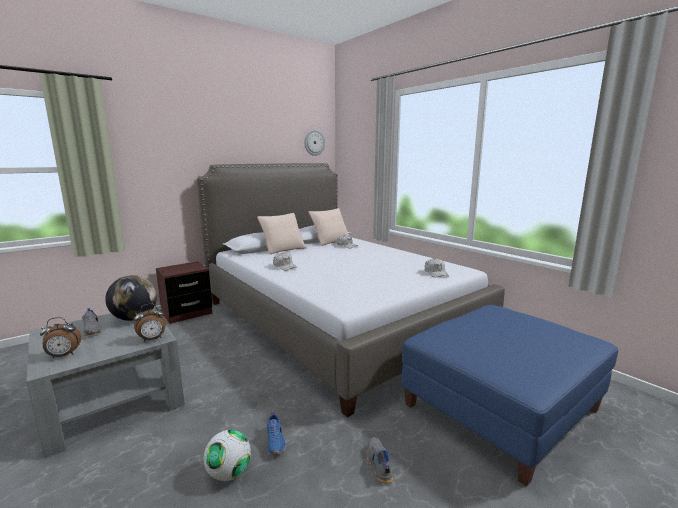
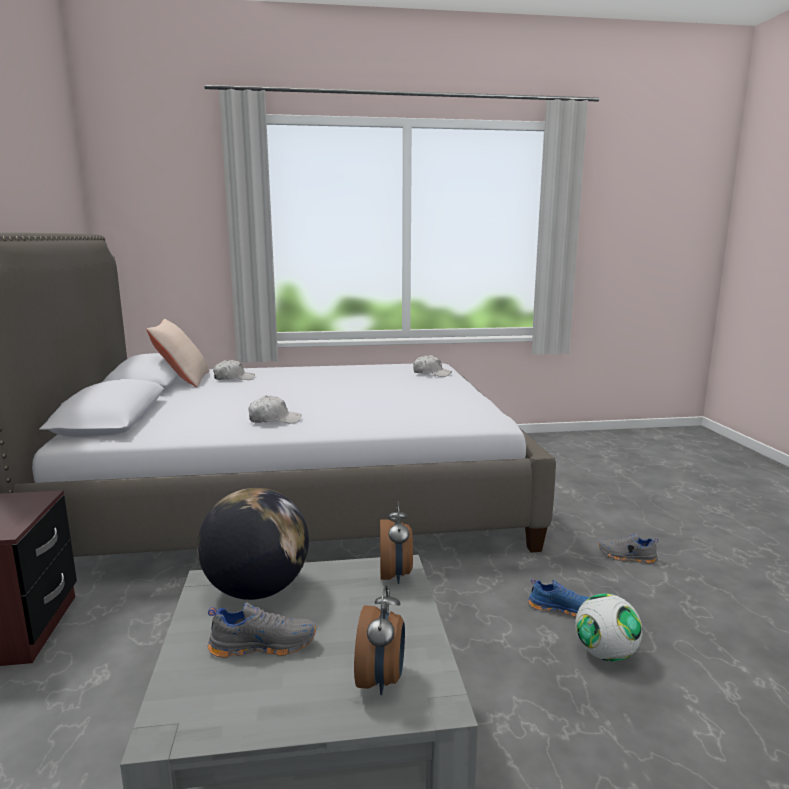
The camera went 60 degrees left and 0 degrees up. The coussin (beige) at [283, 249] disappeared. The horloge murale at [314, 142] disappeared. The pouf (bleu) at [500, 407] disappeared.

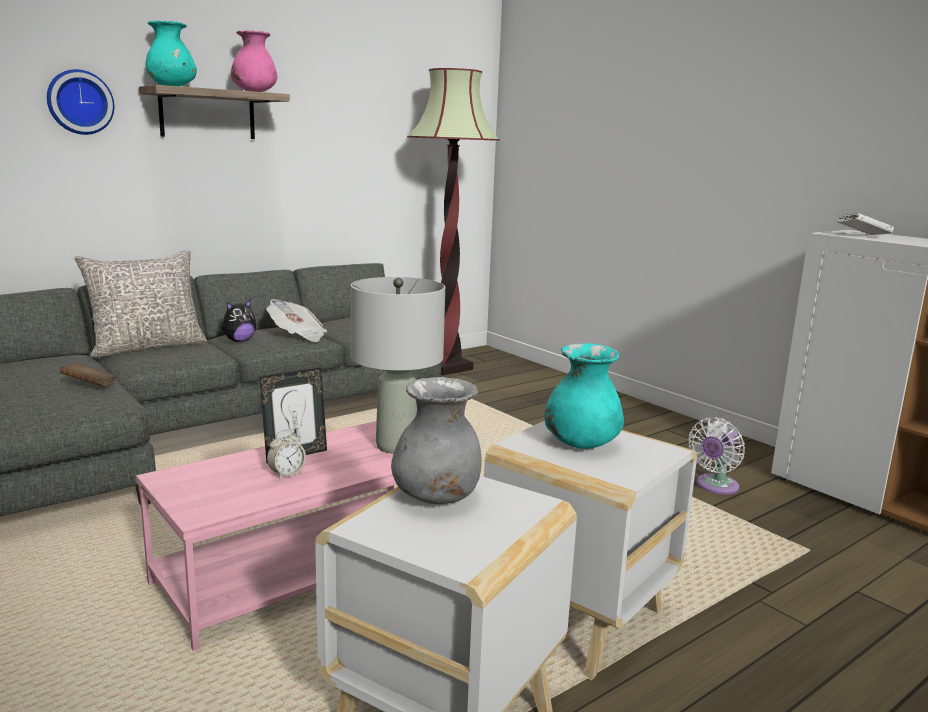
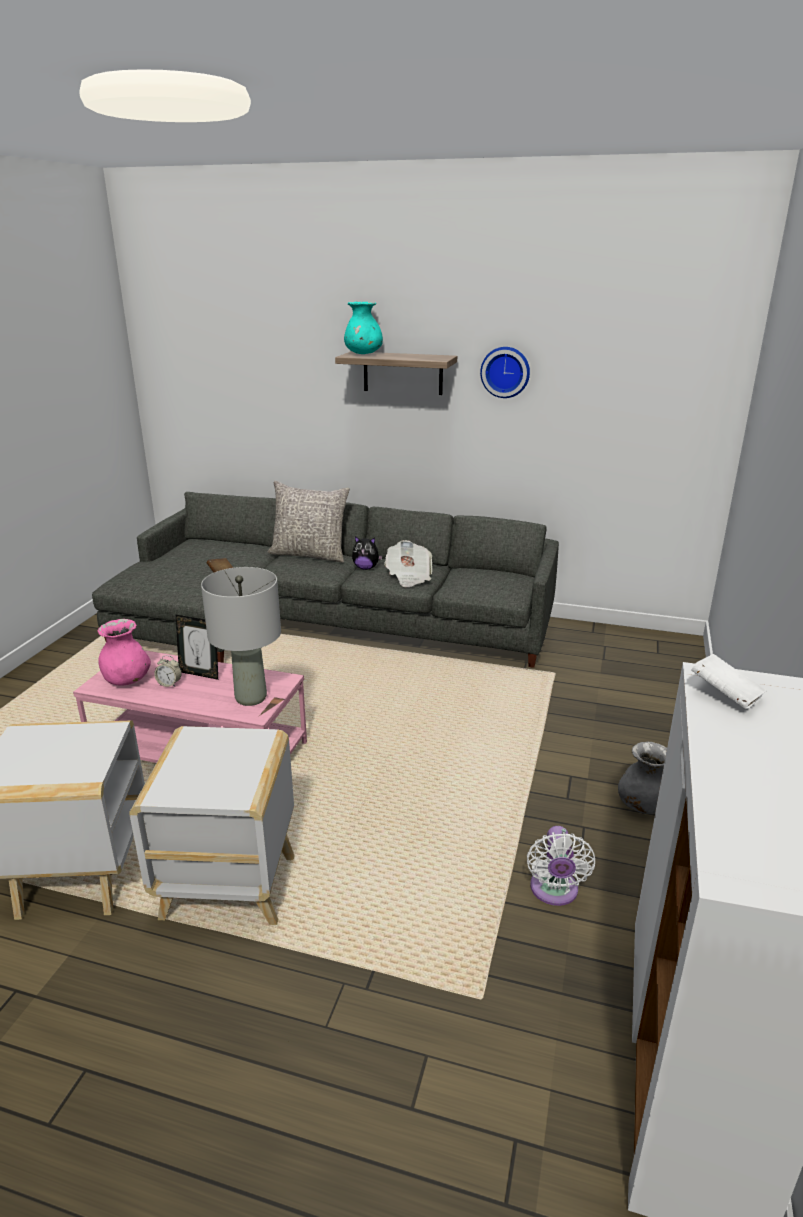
The camera went 55 degrees right and 10 degrees up. The lampadaire at [446, 367] disappeared. The vase (turquoise) at [581, 444] disappeared. The horloge murale moved from [79, 102] to [505, 372]. The vase (rose) moved from [254, 92] to [127, 680]. The vase (gris) moved from [436, 498] to [642, 806]. The ventilateur (blanc) at [715, 486] turned 90 degrees counterclockwise.

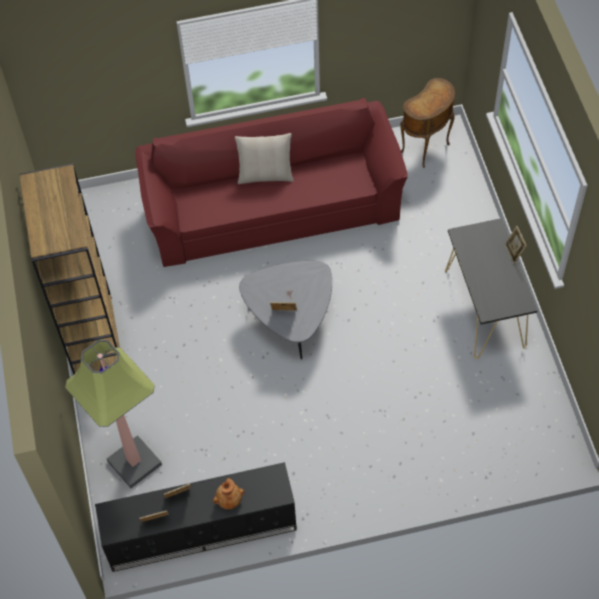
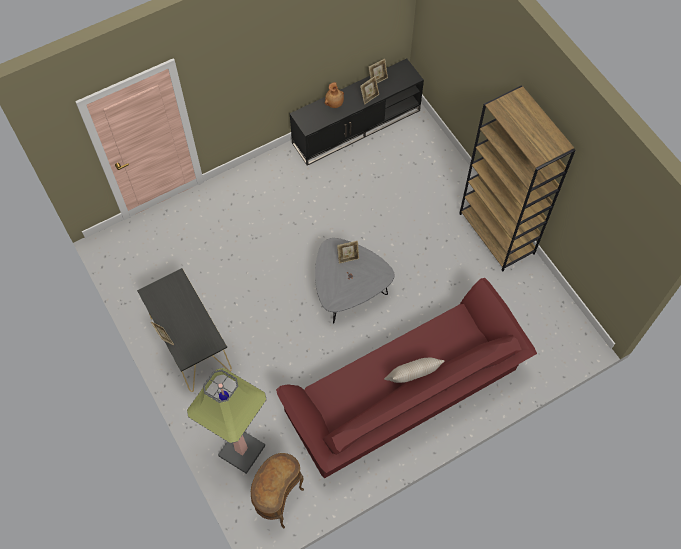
The camera went 160 degrees right and 5 degrees up. The lampadaire moved from [133, 463] to [242, 450].

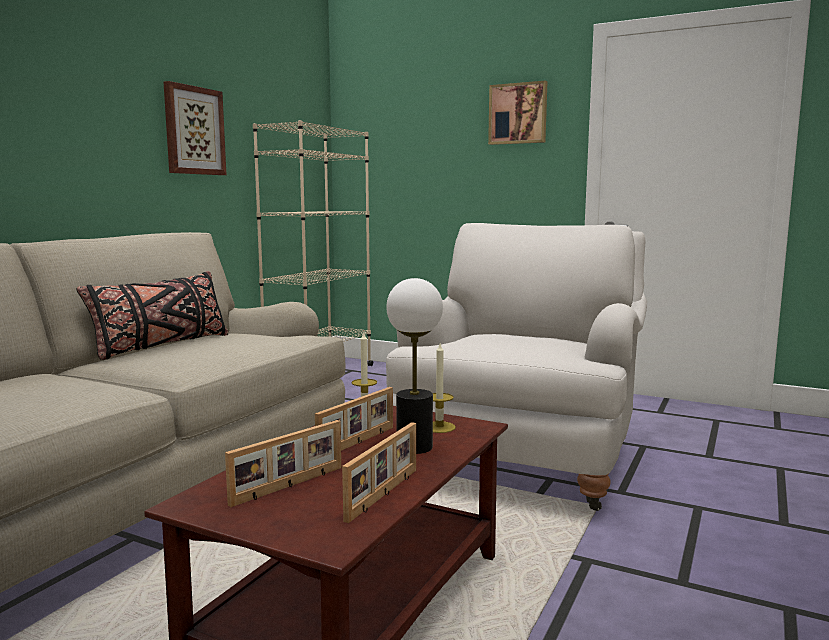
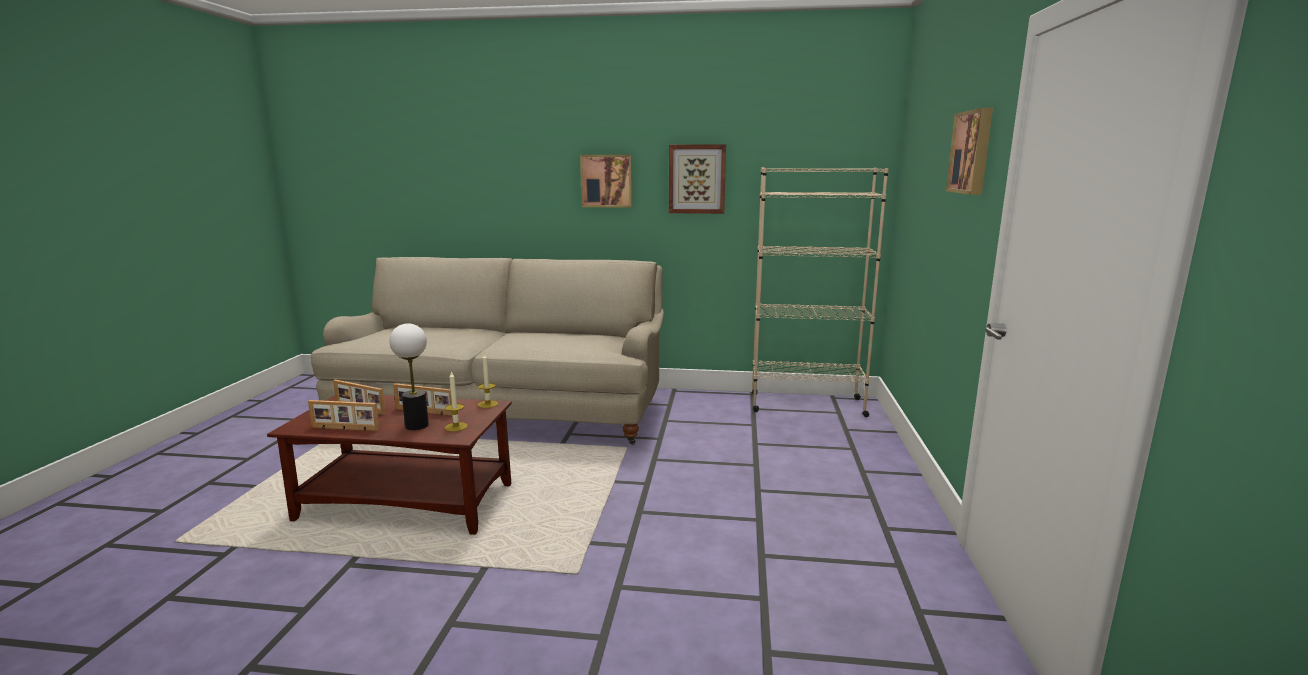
The camera went 70 degrees right and 5 degrees up. The coussin (noir) at [161, 346] disappeared. The fauteuil (blanc) at [523, 457] disappeared. The tableau at [607, 181] appeared.

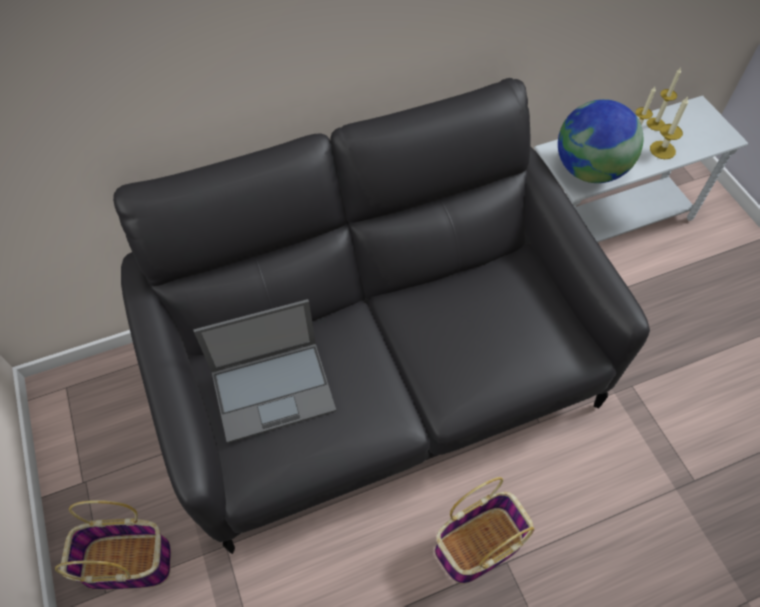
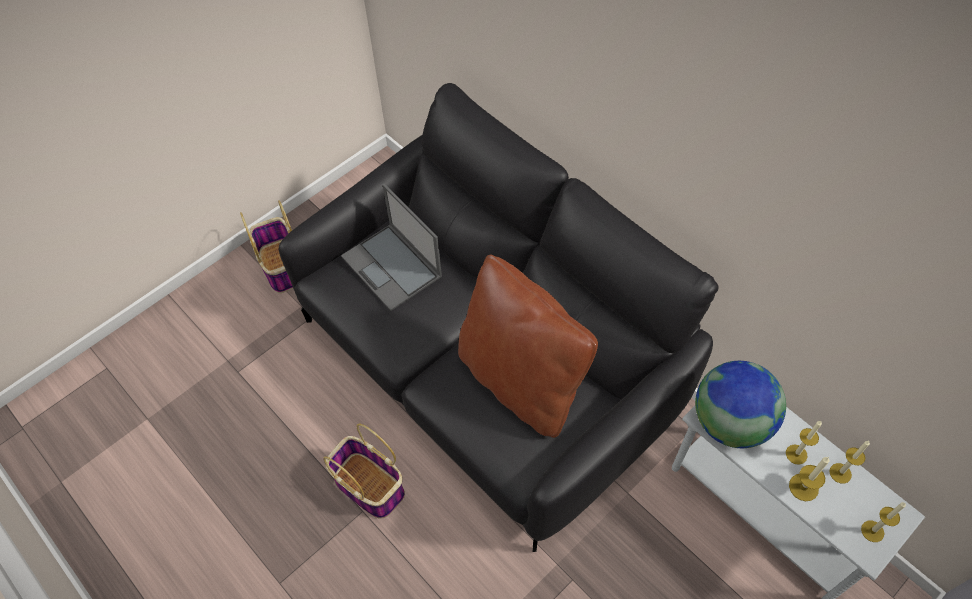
The camera went 70 degrees right and 0 degrees up. The coussin (marron) at [521, 380] appeared. The bougie at [872, 531] appeared.

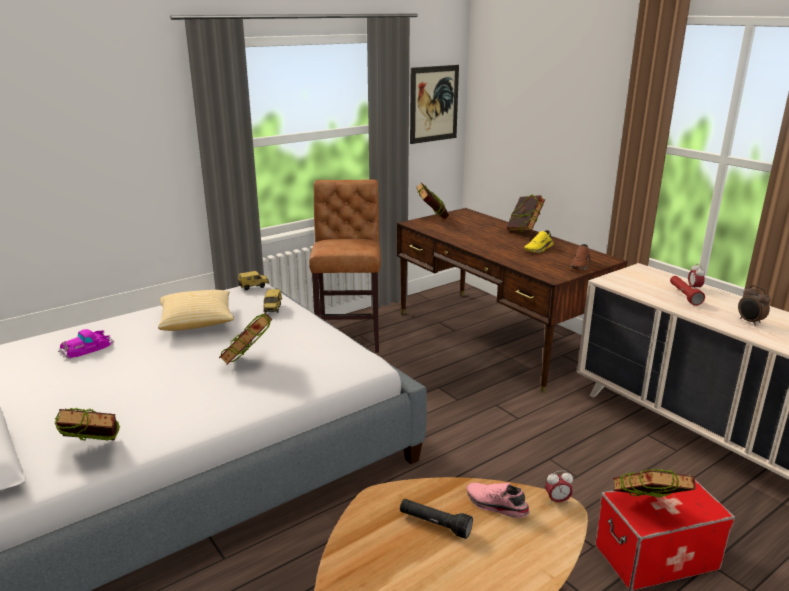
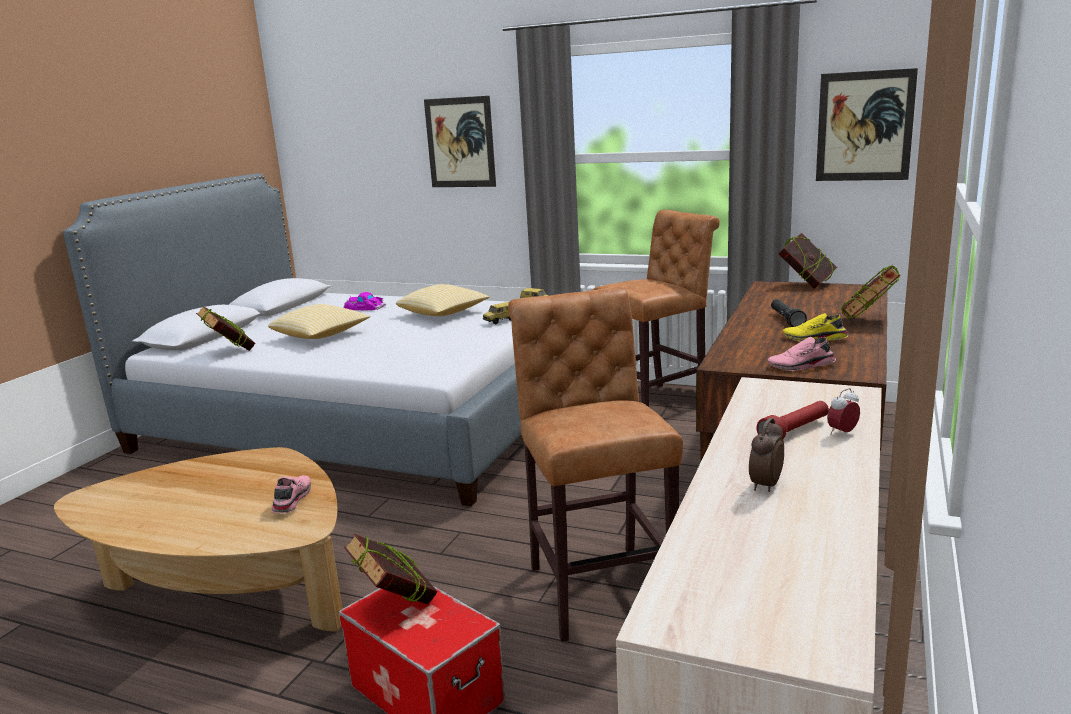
The camera went 60 degrees right and 5 degrees down. The livre at [248, 362] disappeared. The réveil at [557, 501] disappeared. The coussin at [321, 336] appeared. The tableau at [460, 142] appeared. The tabouret (marron) at [598, 586] appeared. The lampe de poche (noir) moved from [434, 524] to [786, 320]. The chaussure (marron) at [581, 265] became the chaussure (rose) at [801, 366].

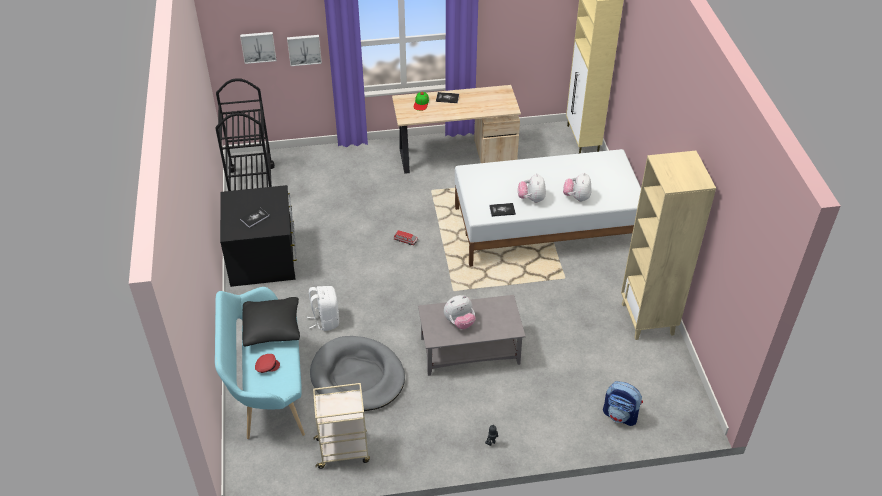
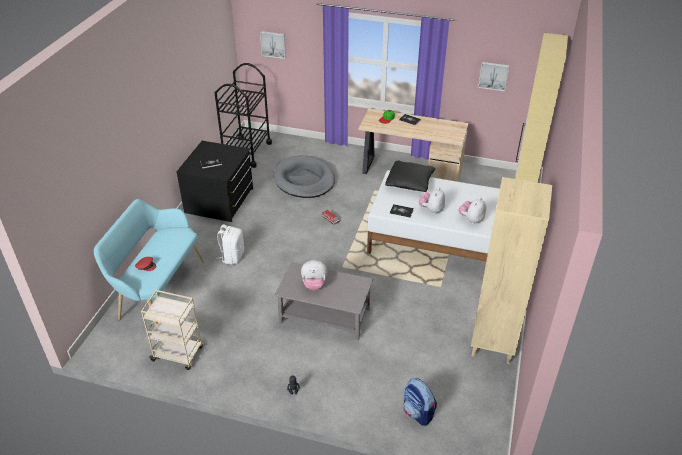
The camera went 25 degrees right and 5 degrees down. The coussin (noir) moved from [272, 328] to [409, 182]. The tableau moved from [304, 49] to [493, 75]. The panier pour chien (gris) moved from [357, 376] to [304, 180].

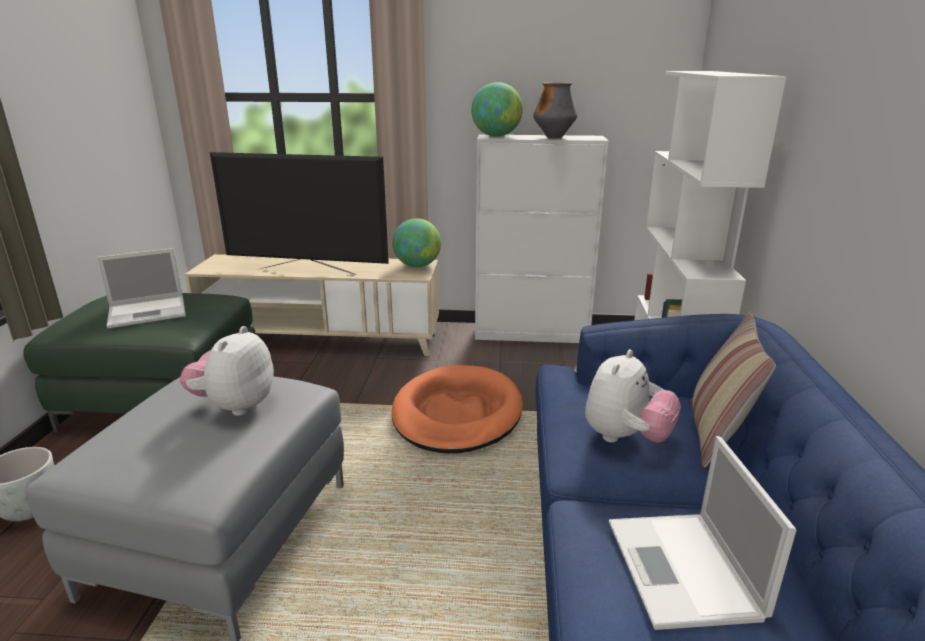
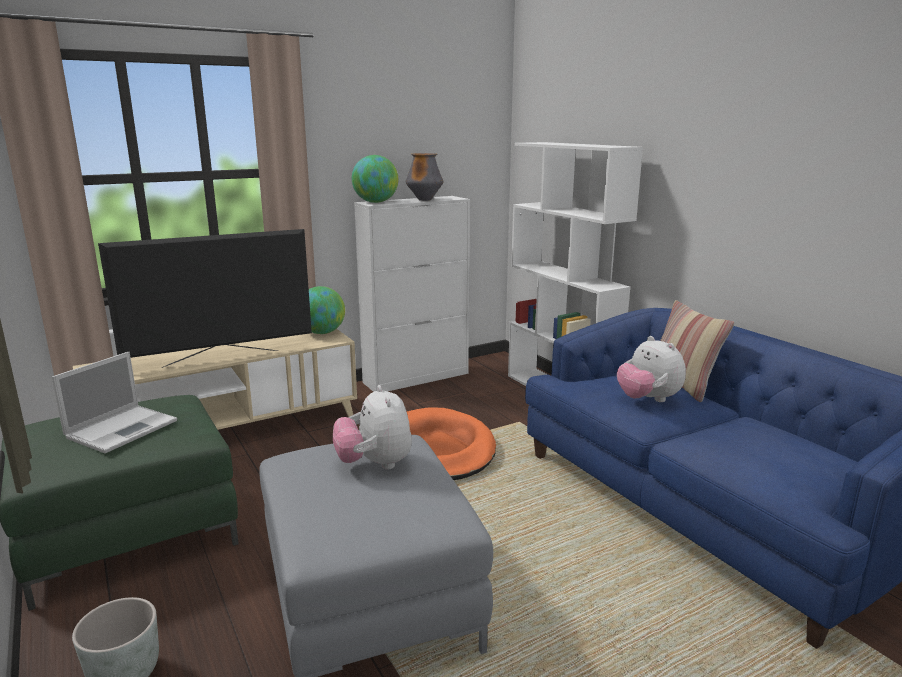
The camera went 35 degrees left and 5 degrees down. The ordinateur portable at [684, 571] disappeared. The peluche at [625, 438] turned 150 degrees clockwise.

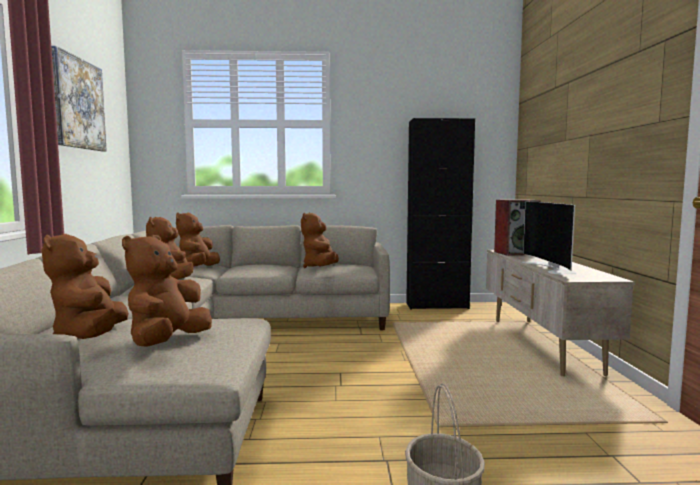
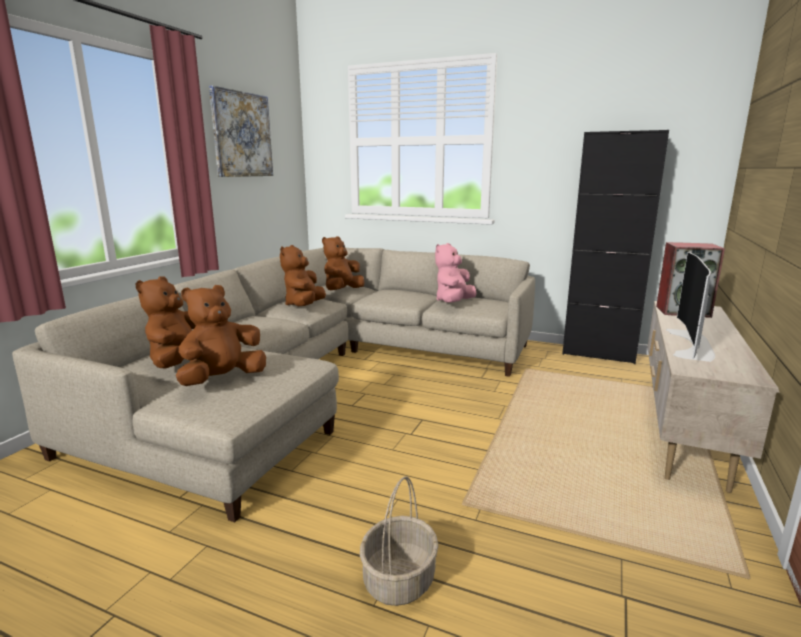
The camera went 25 degrees right and 10 degrees up. The peluche (marron) at [321, 268] became the peluche (rose) at [454, 302].

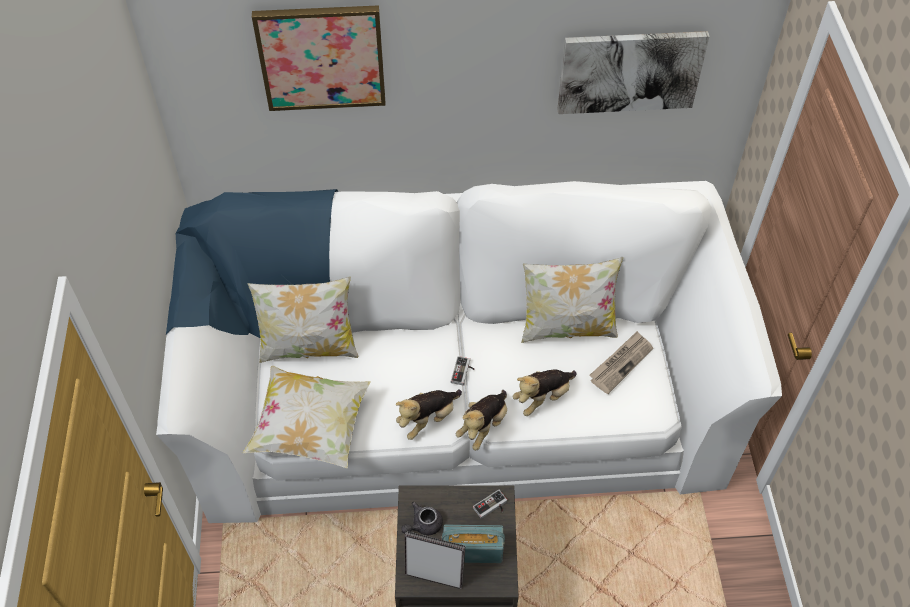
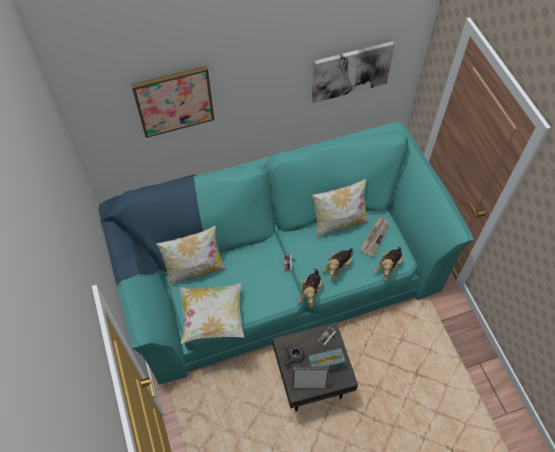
The camera went 15 degrees left and 5 degrees up. The peluche moved from [428, 419] to [388, 267]. The canapé (blanc) at [457, 398] became the canapé (turquoise) at [279, 274].

